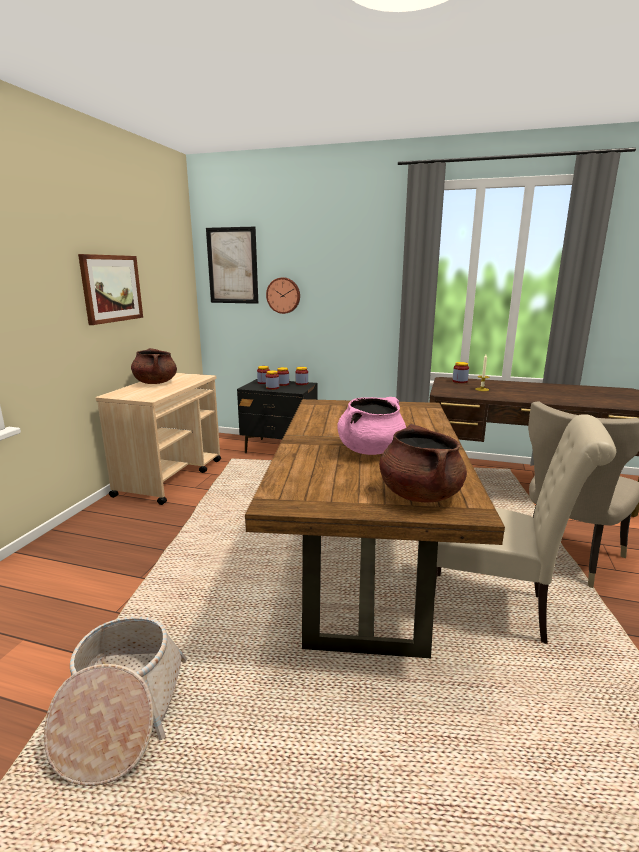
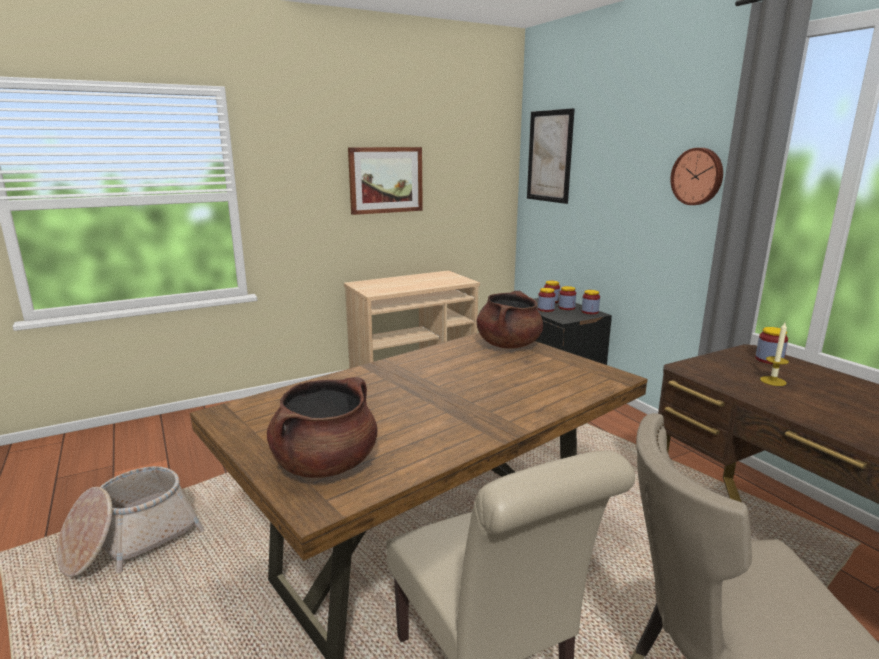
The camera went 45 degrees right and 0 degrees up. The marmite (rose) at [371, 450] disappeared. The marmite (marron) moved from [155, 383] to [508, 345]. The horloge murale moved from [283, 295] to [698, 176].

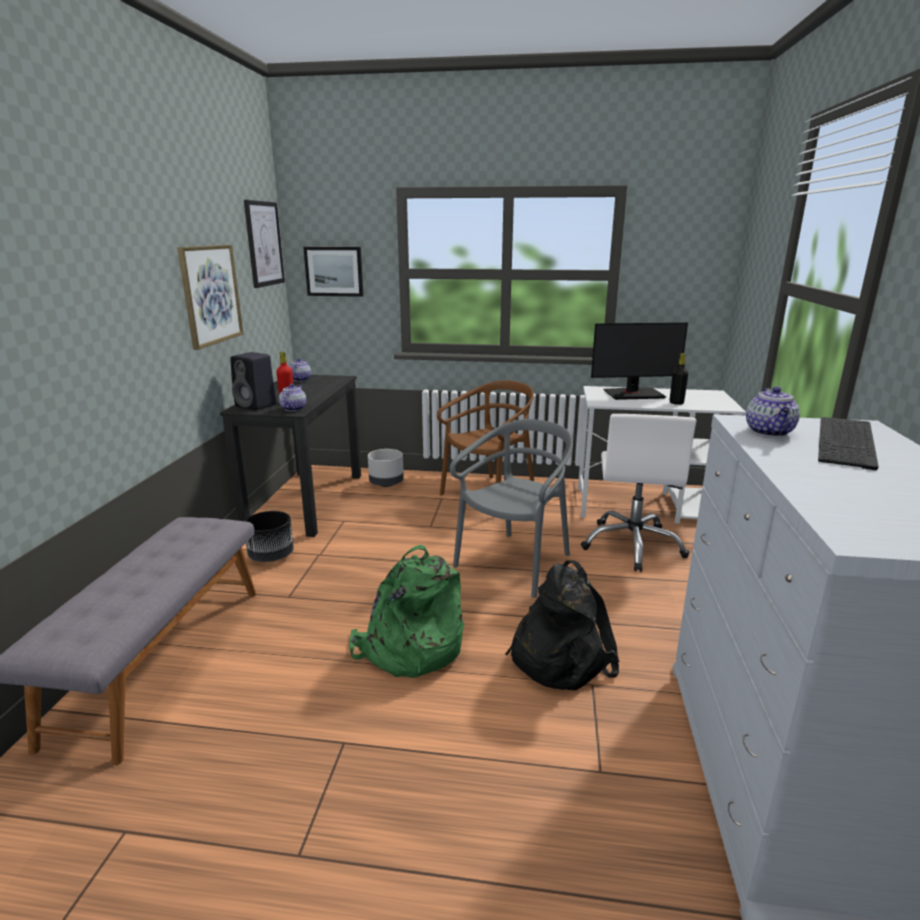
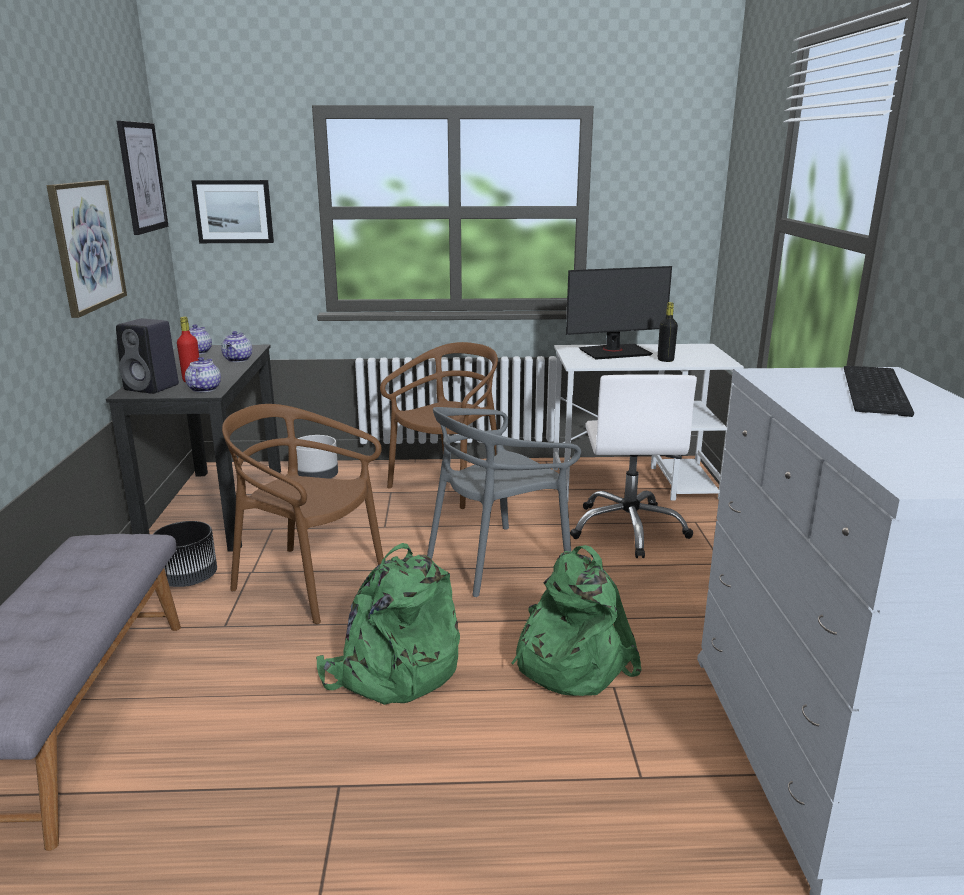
The camera went 10 degrees left and 0 degrees up. The chaise (marron) at [308, 582] appeared. The théière moved from [770, 432] to [238, 360]. The sac à dos (noir) at [558, 656] became the sac à dos (vert) at [569, 660]. The chaise (gris) at [515, 563] turned 150 degrees counterclockwise.

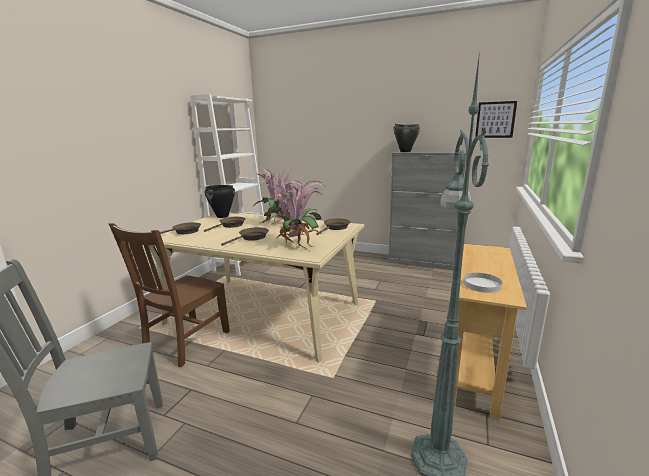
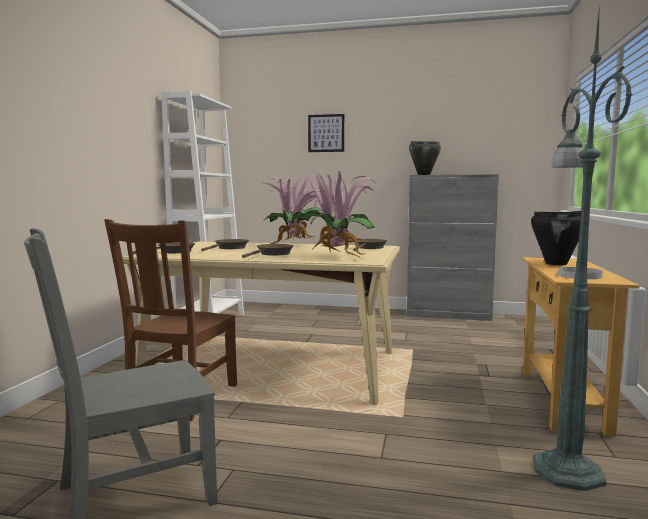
The camera went 10 degrees left and 10 degrees down. The marmite (noir) moved from [222, 216] to [556, 264]. The tableau moved from [495, 120] to [326, 133].

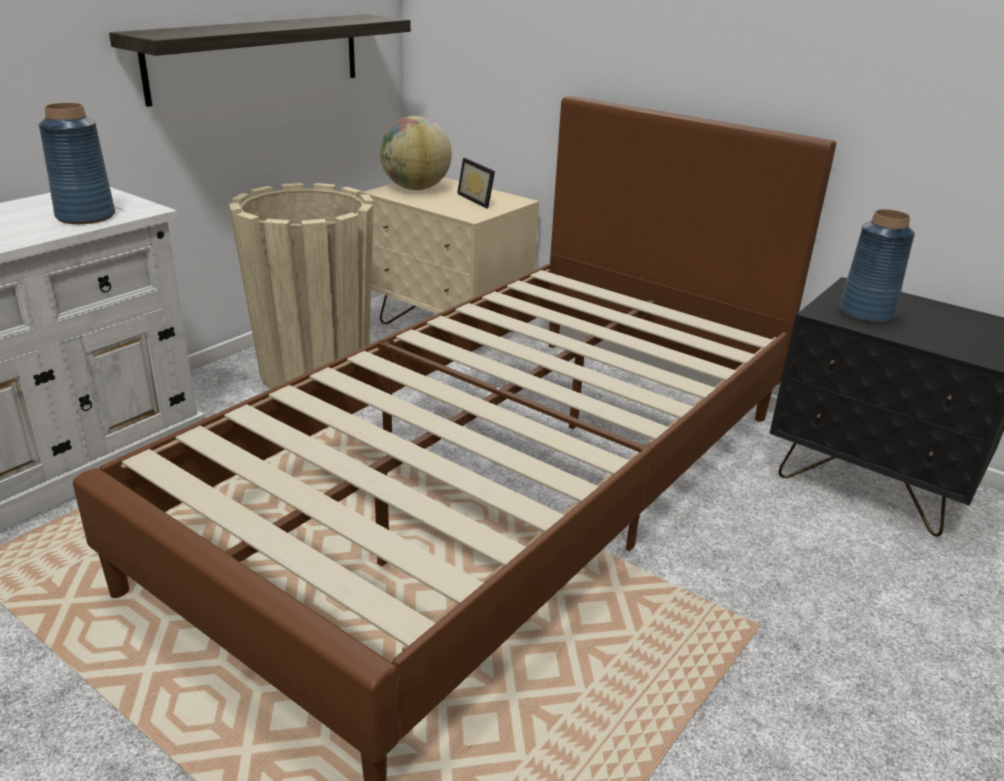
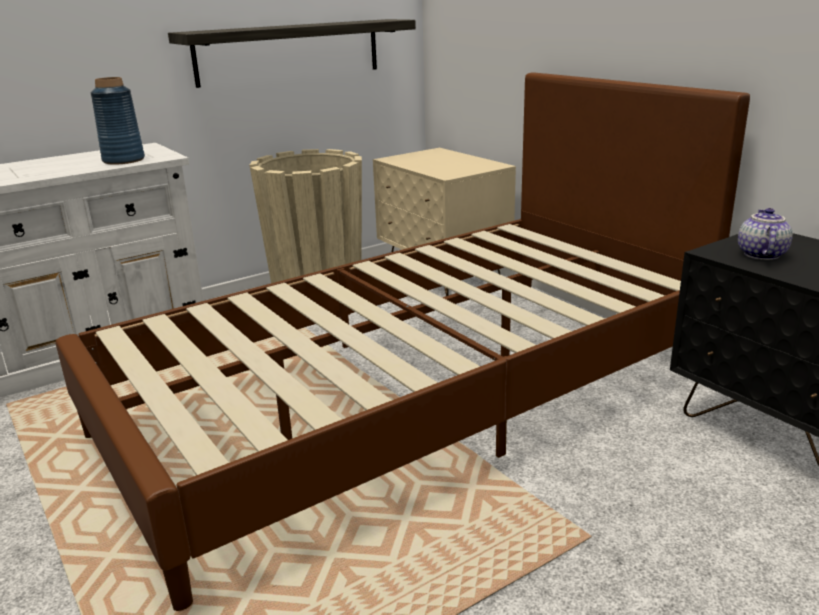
The camera went 20 degrees right and 5 degrees down. The globe at [415, 188] disappeared. The cadre photo at [480, 200] disappeared. The vase (bleu) at [865, 313] was replaced by the théière at [760, 254].

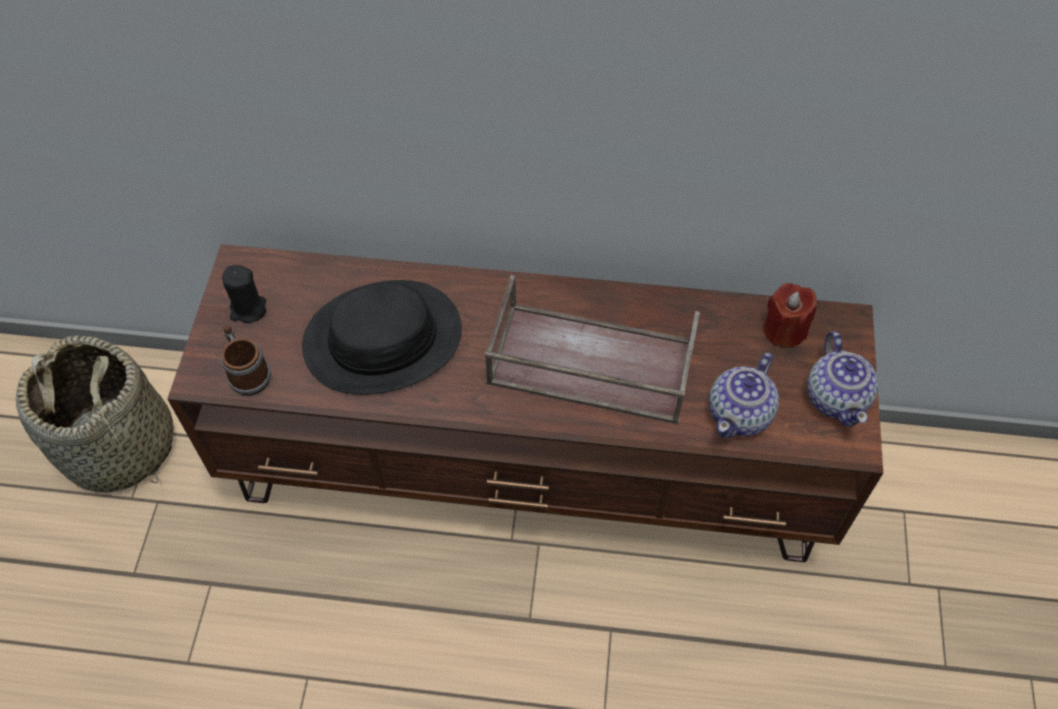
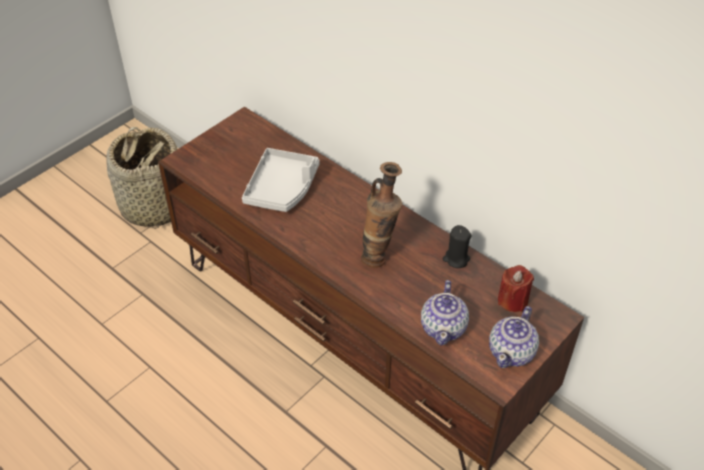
The camera went 35 degrees right and 10 degrees down. The mug at [247, 373] disappeared. The bougie (noir) moved from [248, 309] to [456, 259]. The chapeau (noir) at [383, 339] was replaced by the plateau (gris) at [282, 188]. The plateau (marron) at [588, 364] was replaced by the vase at [379, 256]. The théière at [740, 414] turned 60 degrees counterclockwise.

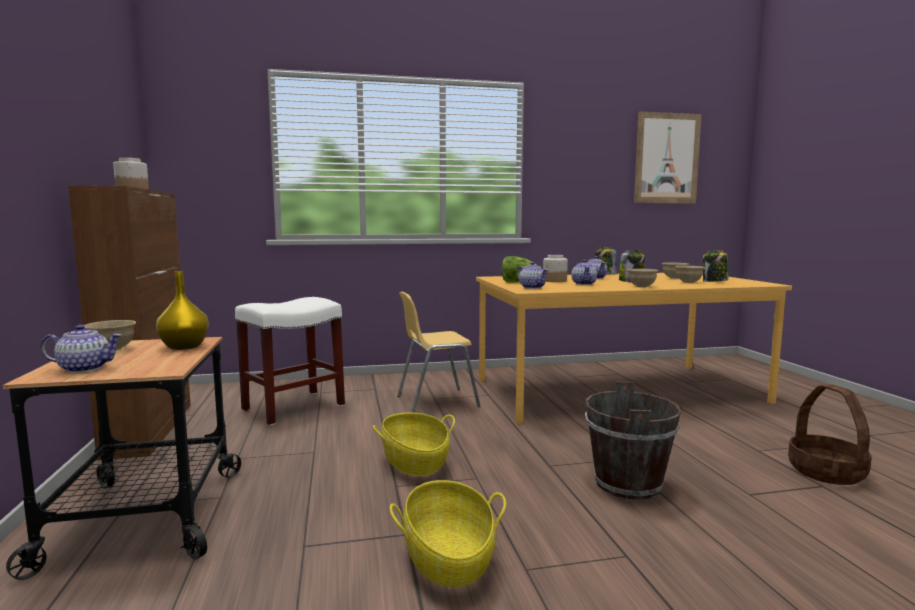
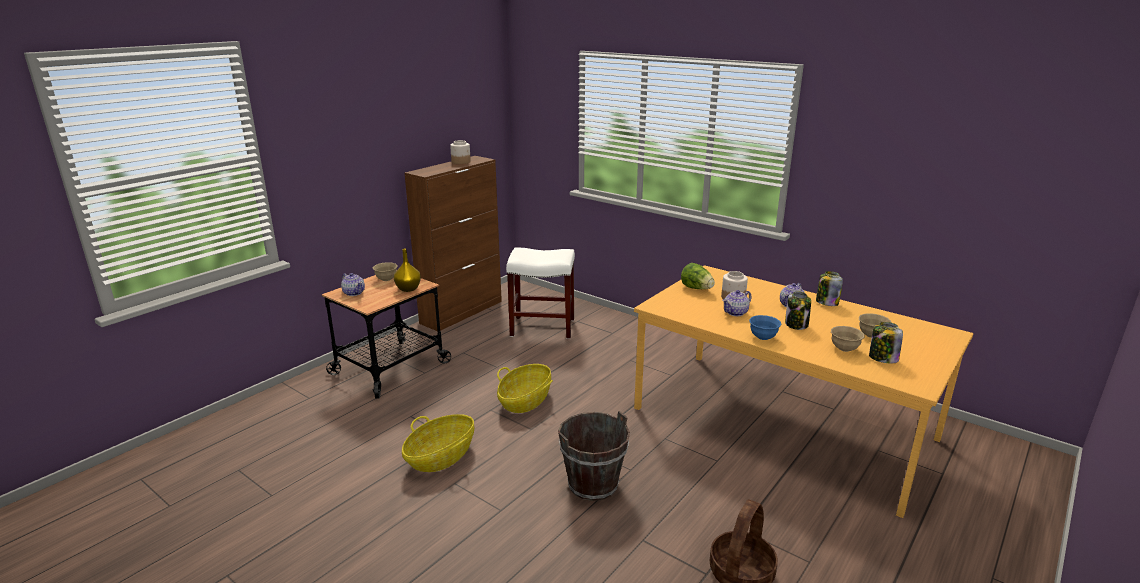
The camera went 50 degrees right and 15 degrees up. The chaise (jaune) at [436, 401] disappeared. The théière at [532, 287] disappeared. The tableau at [667, 158] disappeared. The bol (beige) at [641, 286] became the bol (bleu) at [763, 337].

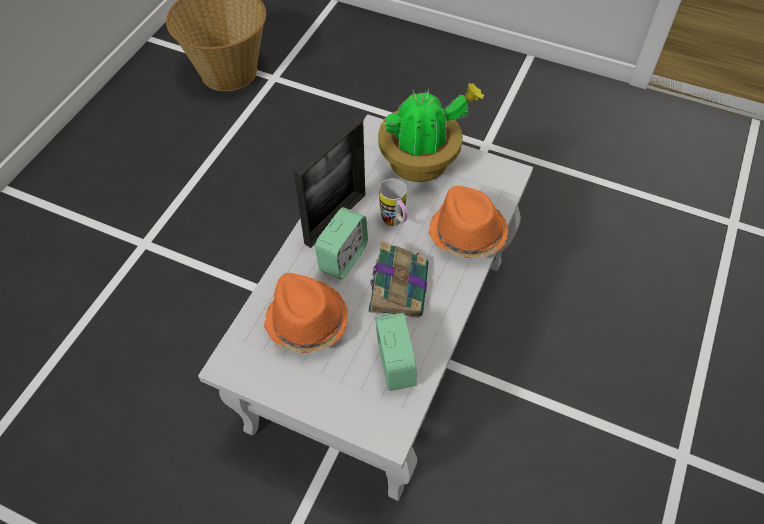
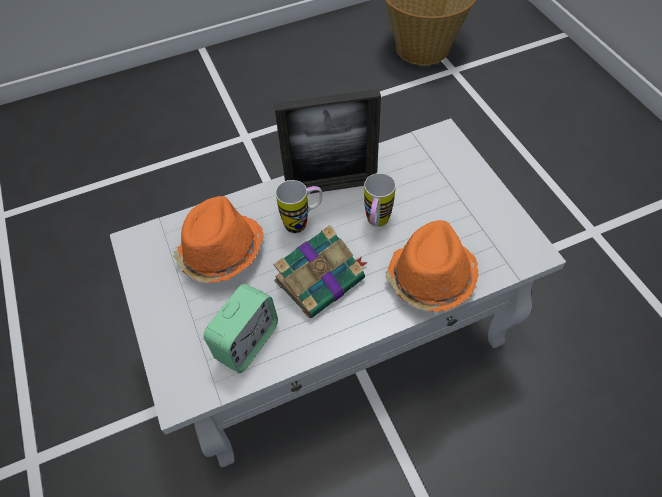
The camera went 45 degrees right and 0 degrees up. The plante en pot at [422, 162] disappeared. The réveil at [343, 258] was replaced by the mug at [302, 222].

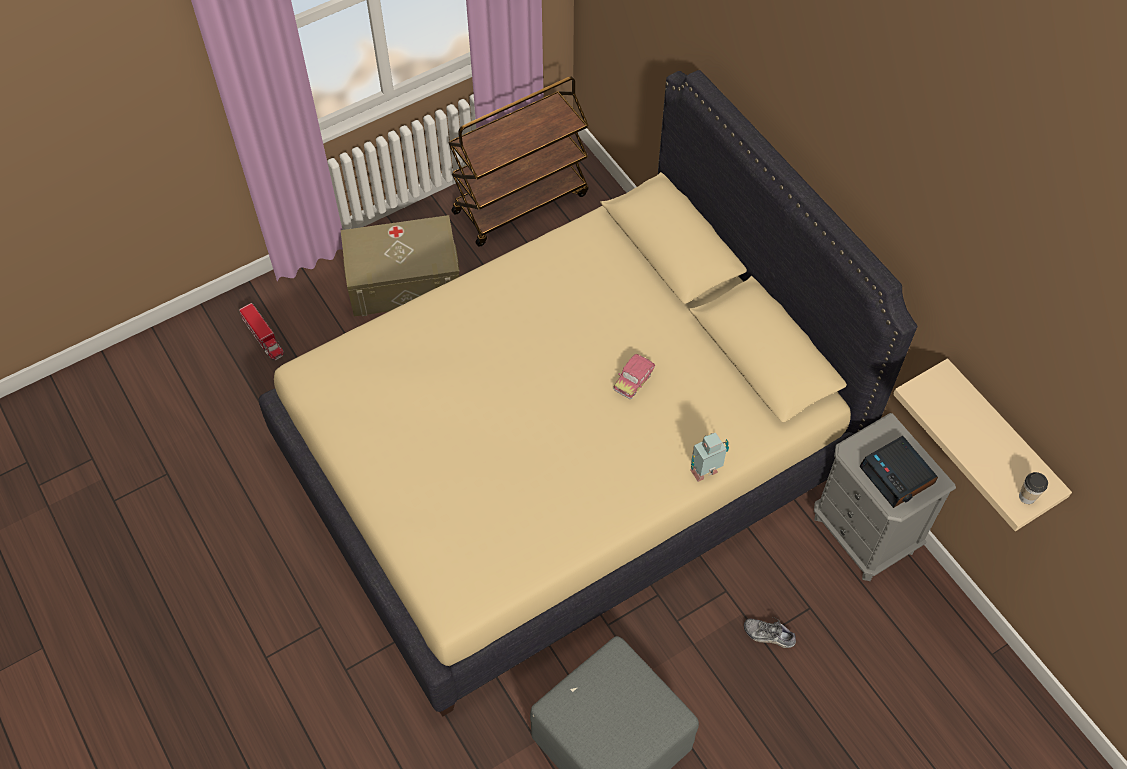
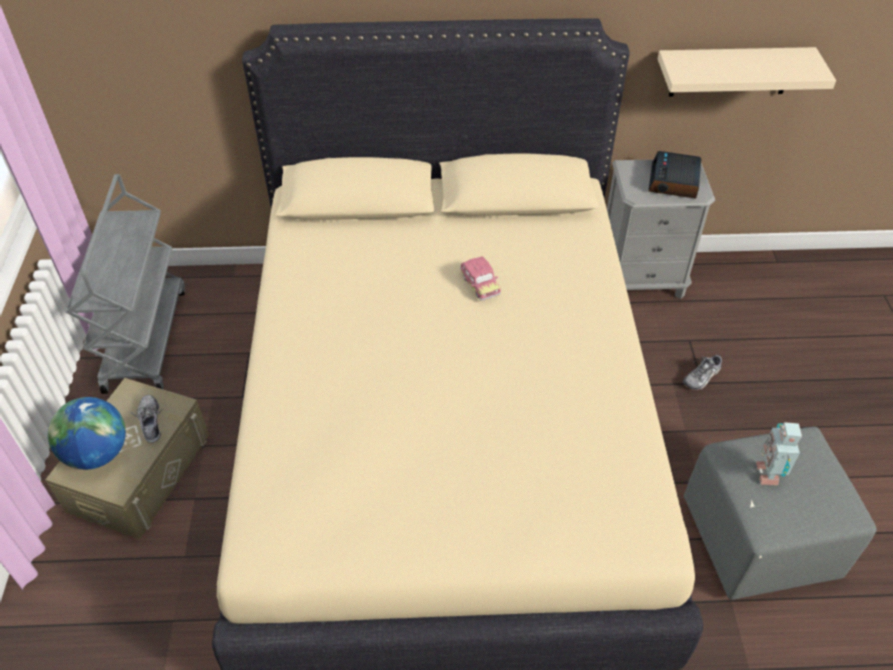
The camera went 60 degrees left and 10 degrees down. The camion jouet at [263, 337] disappeared. The tasse at [1027, 496] disappeared. The globe at [97, 453] appeared. The chaussure at [150, 422] appeared. The robot jouet moved from [706, 473] to [769, 473]. The chariot (marron) at [521, 202] became the chariot (gris) at [145, 338]. The réveil at [897, 476] turned 105 degrees clockwise.

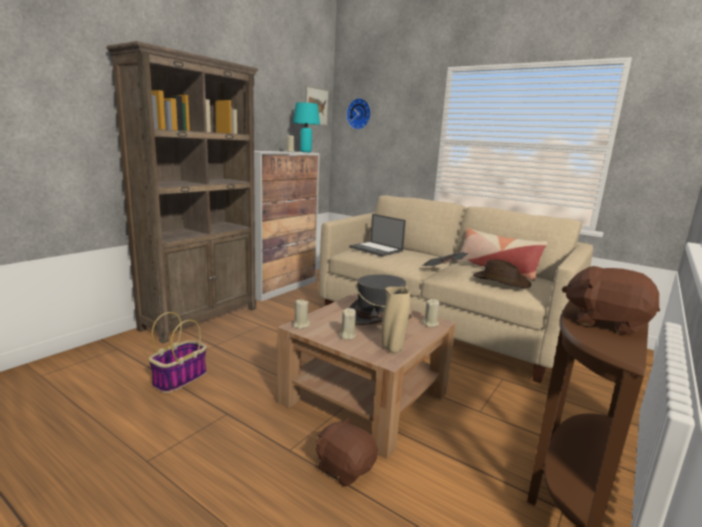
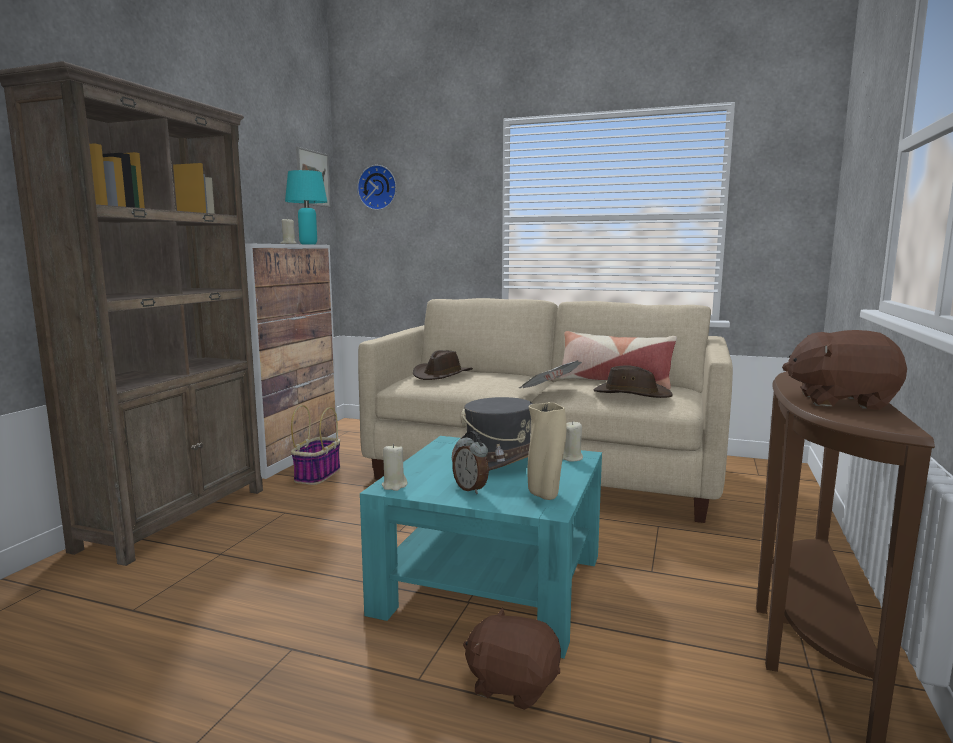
The camera went 15 degrees left and 5 degrees down. The panier moved from [180, 378] to [317, 475]. The bougie (beige) at [347, 336] was replaced by the réveil at [471, 489]. The ordinateur portable at [376, 249] was replaced by the chapeau (marron) at [442, 375]. The table basse (marron) at [364, 397] became the table basse (turquoise) at [491, 583].

